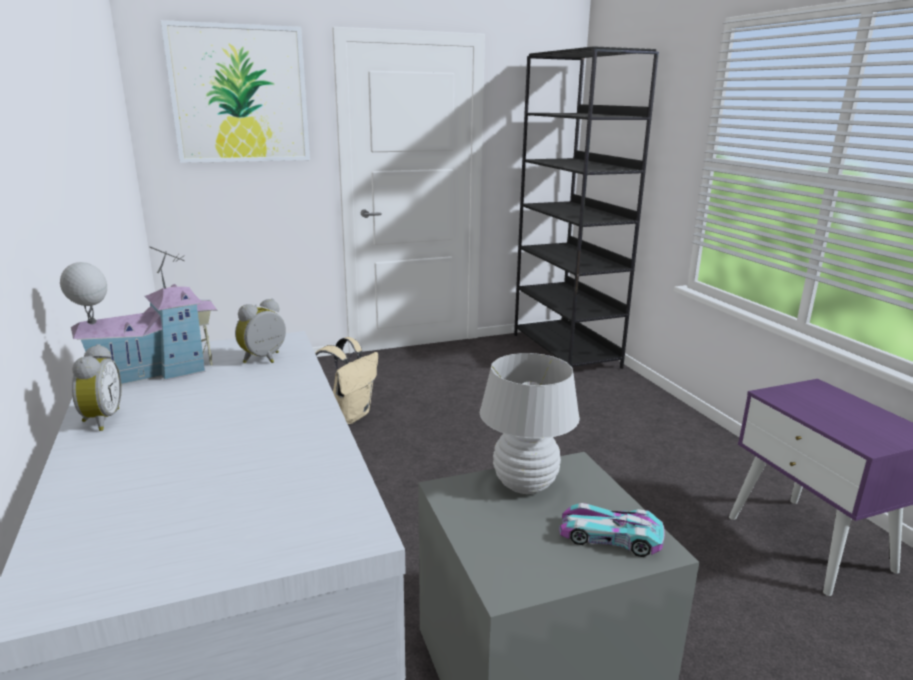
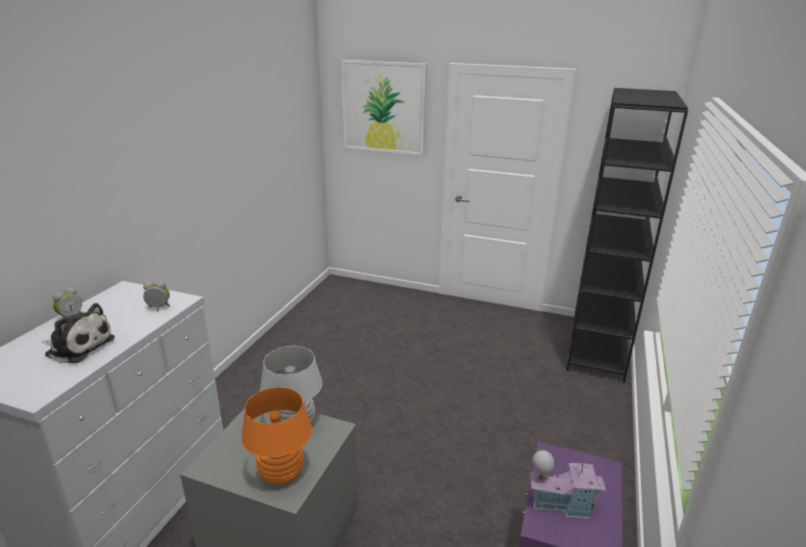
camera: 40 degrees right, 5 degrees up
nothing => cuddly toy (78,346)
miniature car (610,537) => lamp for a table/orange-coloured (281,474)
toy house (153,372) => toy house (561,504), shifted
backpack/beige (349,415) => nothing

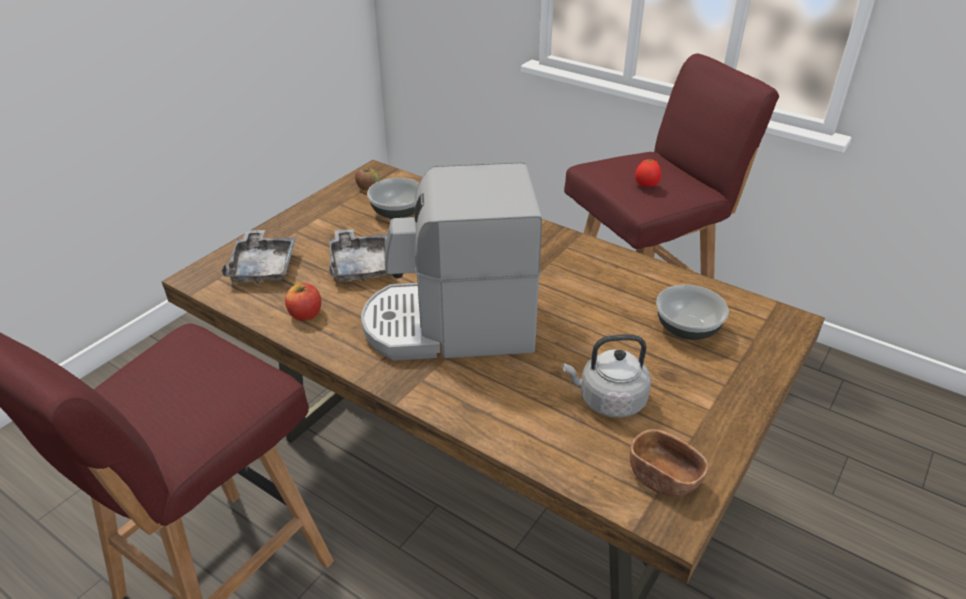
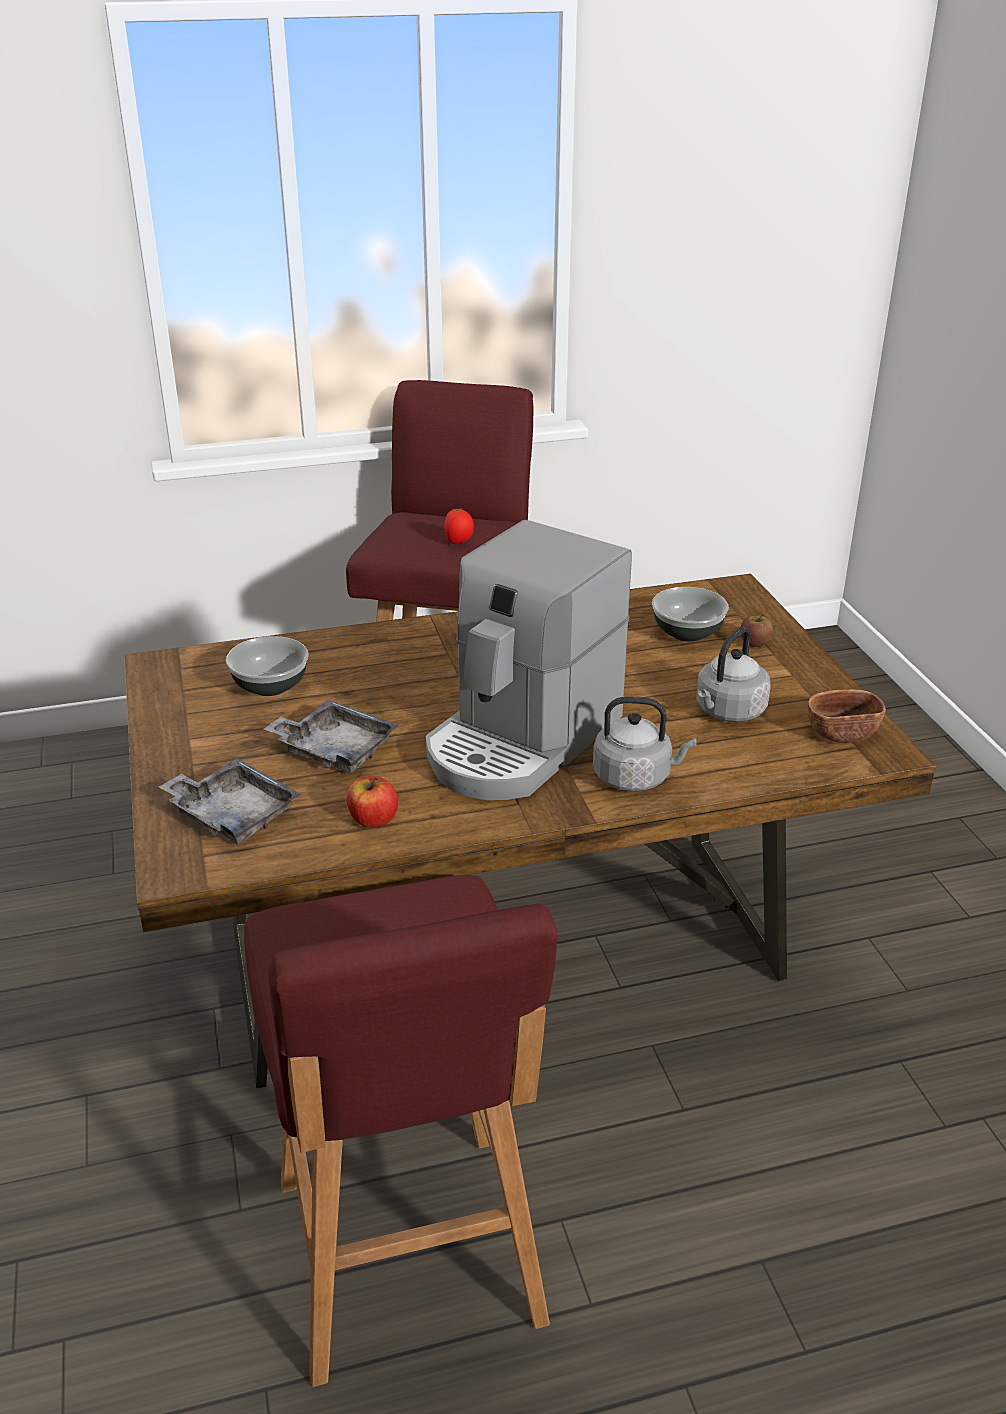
camera: 50 degrees left, 5 degrees down
nothing => water kettle/grey (636,777)
whole apple (368,187) => whole apple (754,643), shifted

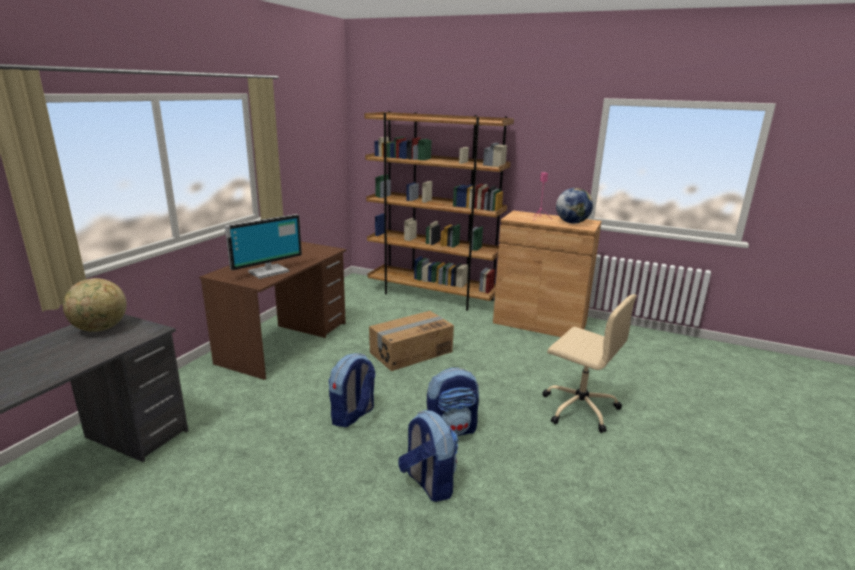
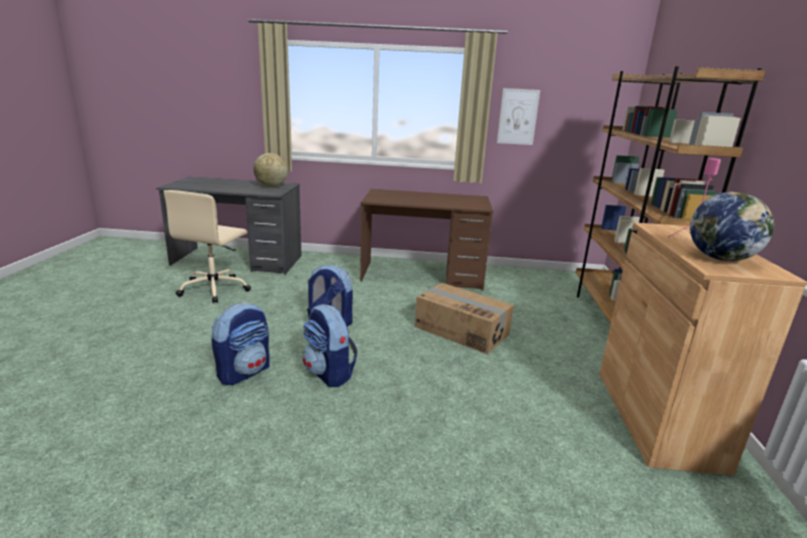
camera: 70 degrees right, 0 degrees up
office chair/beige (578,408) => office chair/beige (215,289), shifted
nothing => wall art (518,117)
computer display (268,271) => nothing

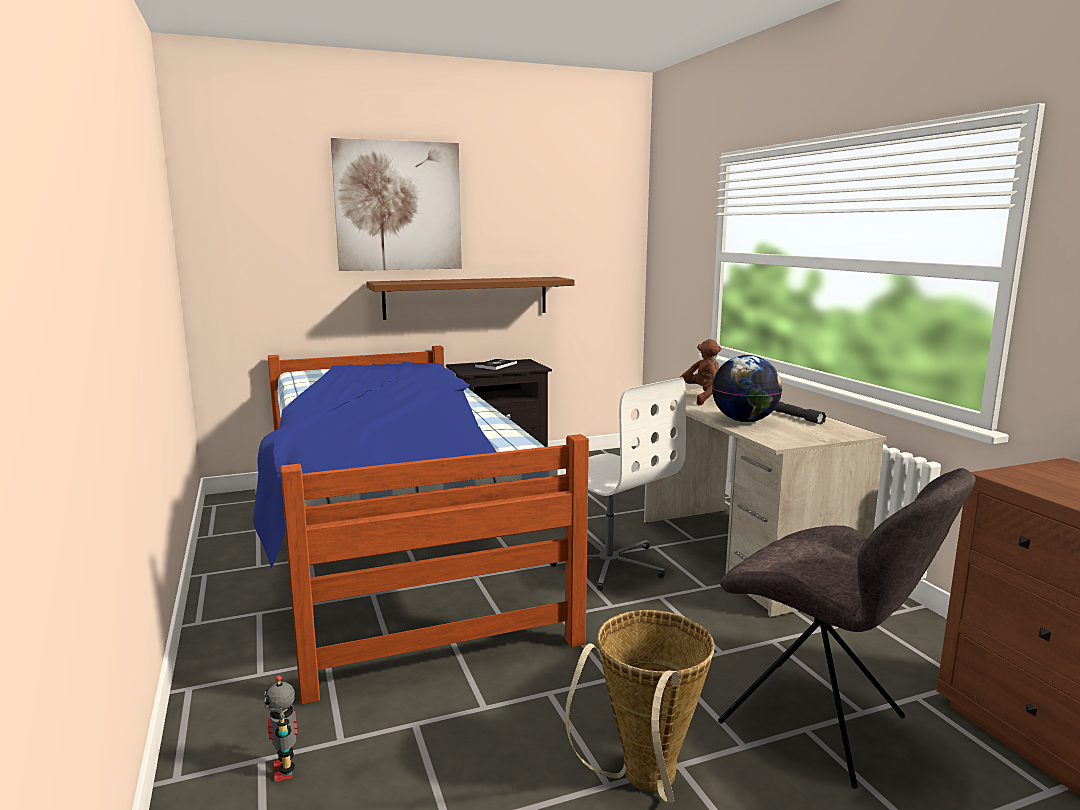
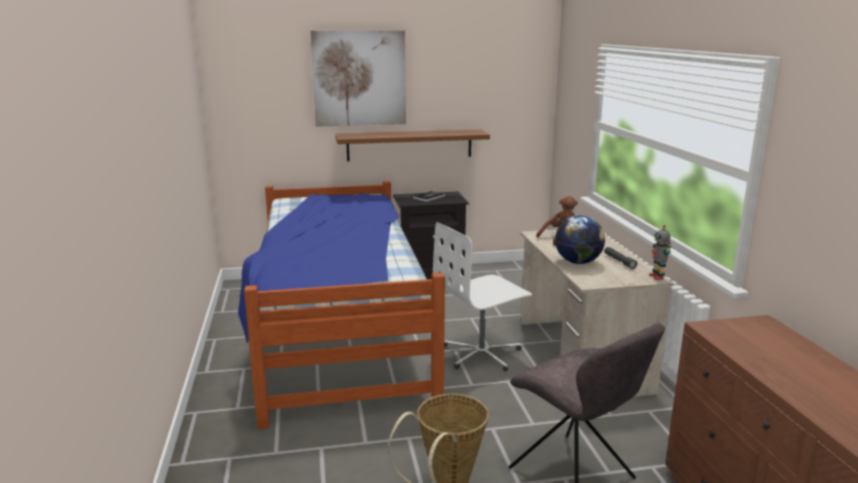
camera: 10 degrees right, 5 degrees up
office chair/white (609,563) => office chair/white (482,354), 90 degrees clockwise
model robot (286,770) => model robot (657,277), shifted

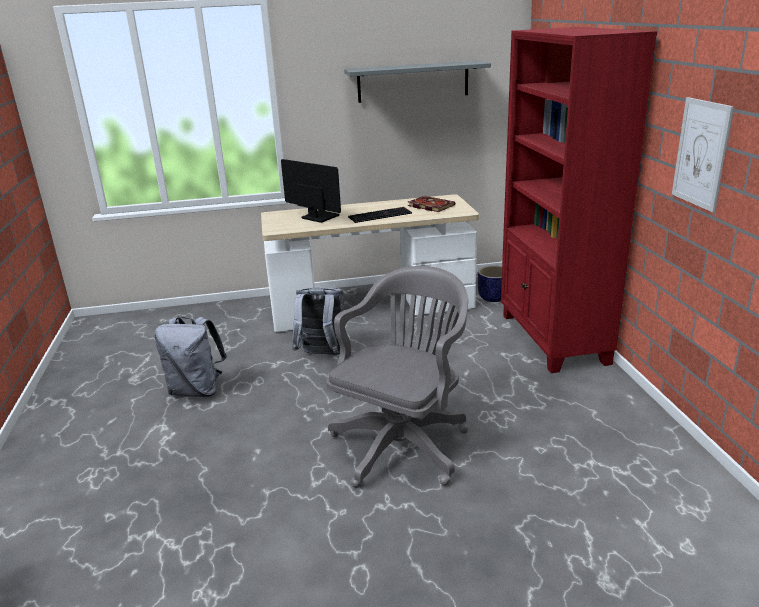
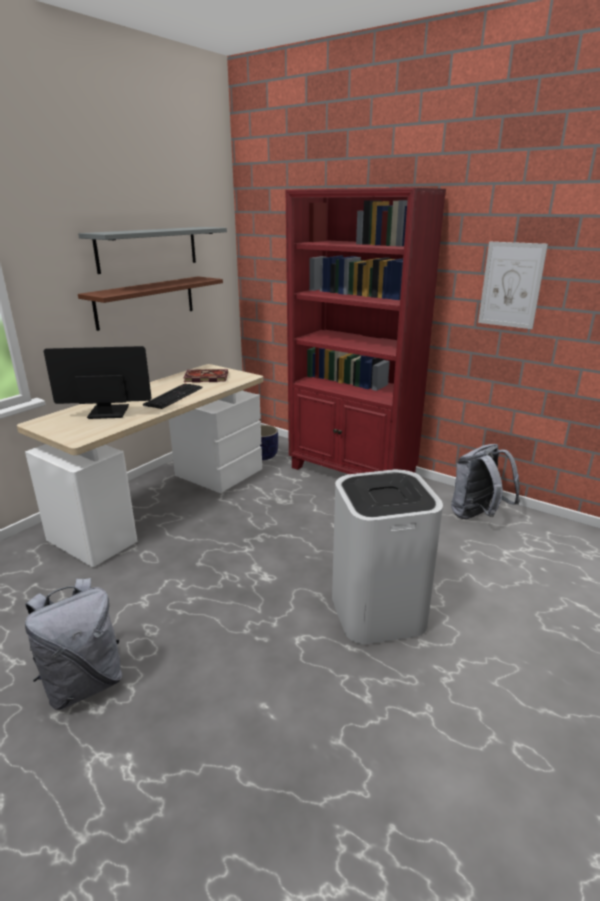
camera: 45 degrees left, 0 degrees up
nothing => shelf/brown (145,302)
office chair/grey (403,443) => trash can/white (378,611)
backpack/grey (322,355) => backpack/grey (477,516), shifted

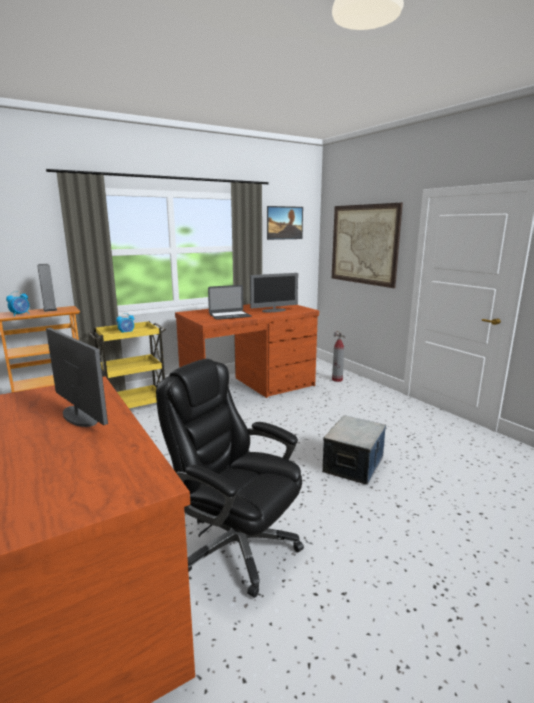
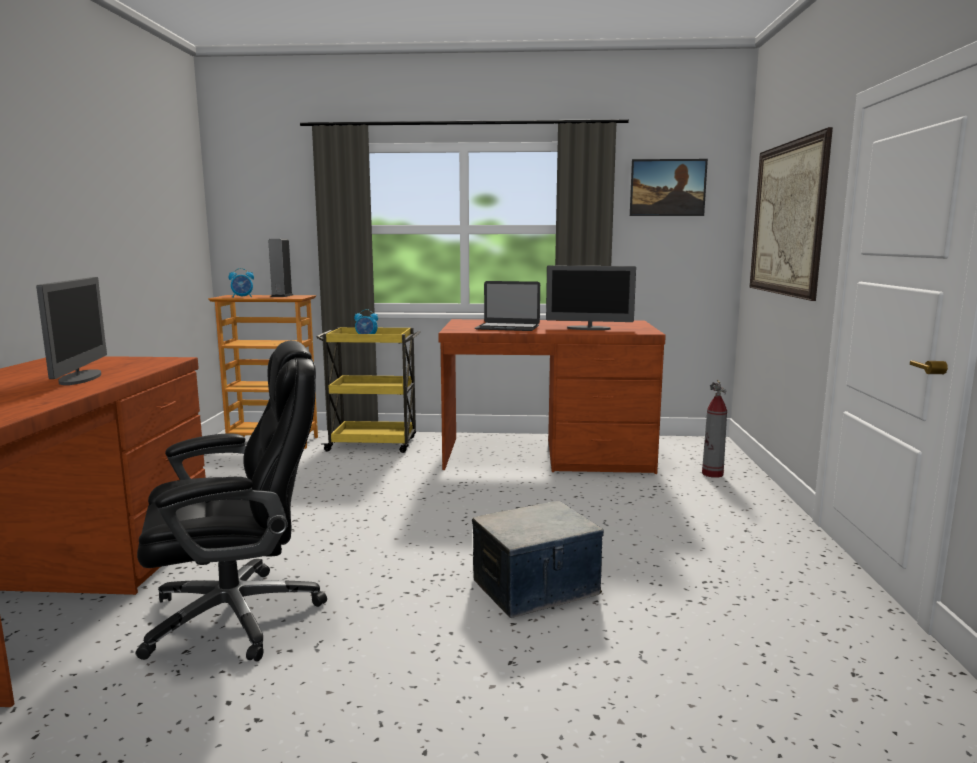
camera: 35 degrees right, 5 degrees down
office chair/blackish (237,545) => office chair/blackish (238,615), 90 degrees clockwise

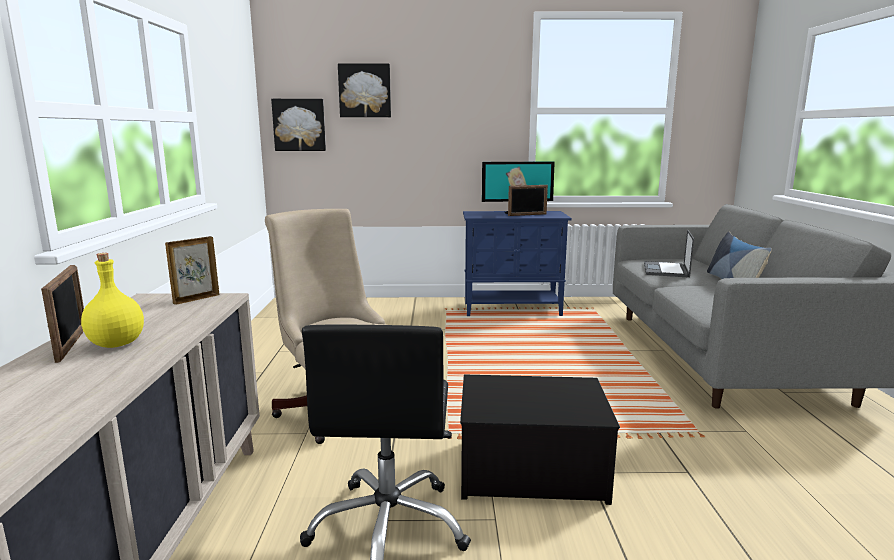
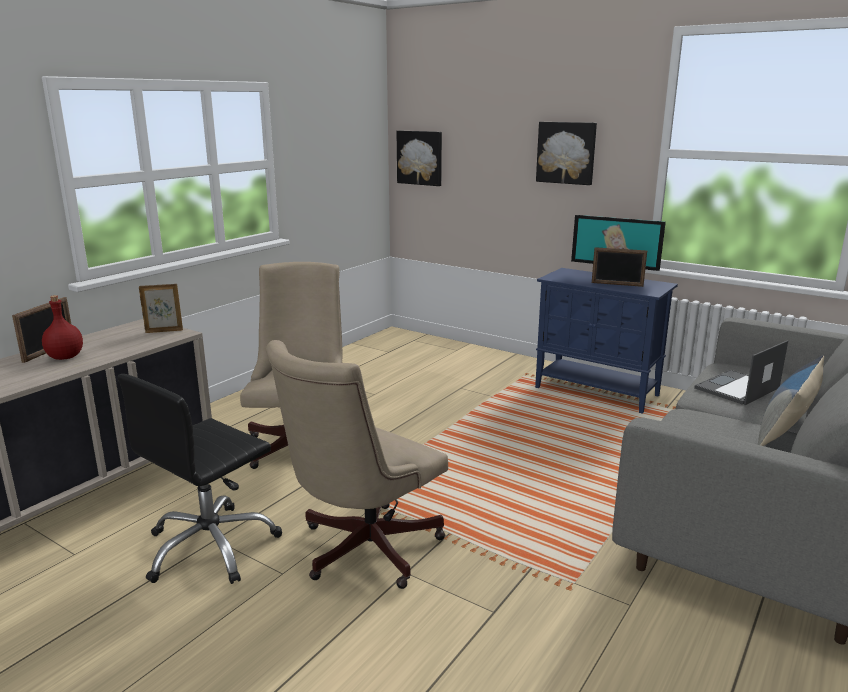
camera: 35 degrees right, 5 degrees up
bottle/yellow-coloured (115,344) => bottle/reddish (64,357)
storage box (530,471) => office chair/beige (362,551)
wall art (365,91) => wall art (566,152), shifted

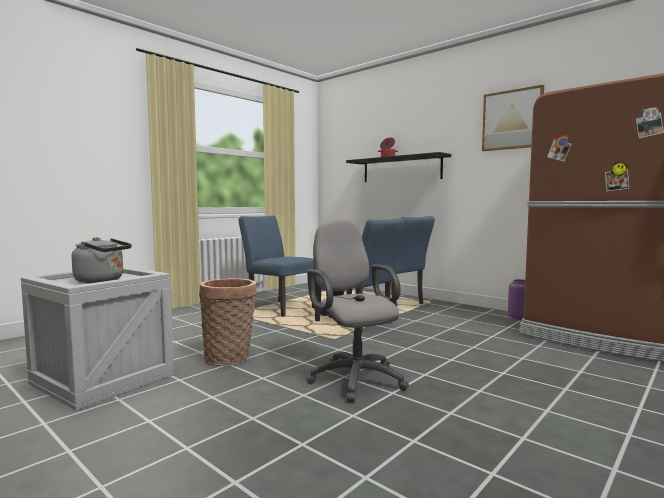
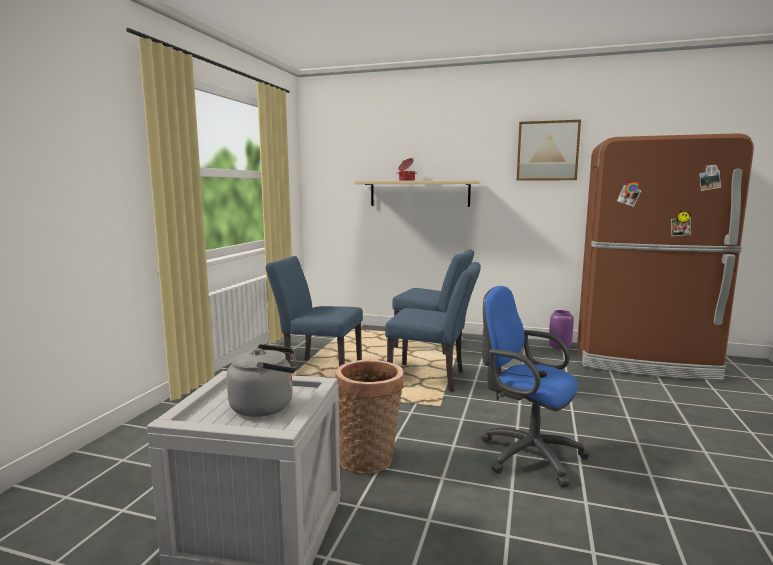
camera: 25 degrees left, 5 degrees up
shelf/blackish (401,169) => shelf/beige (419,193)
office chair/grey (354,378) => office chair/blue (525,454)

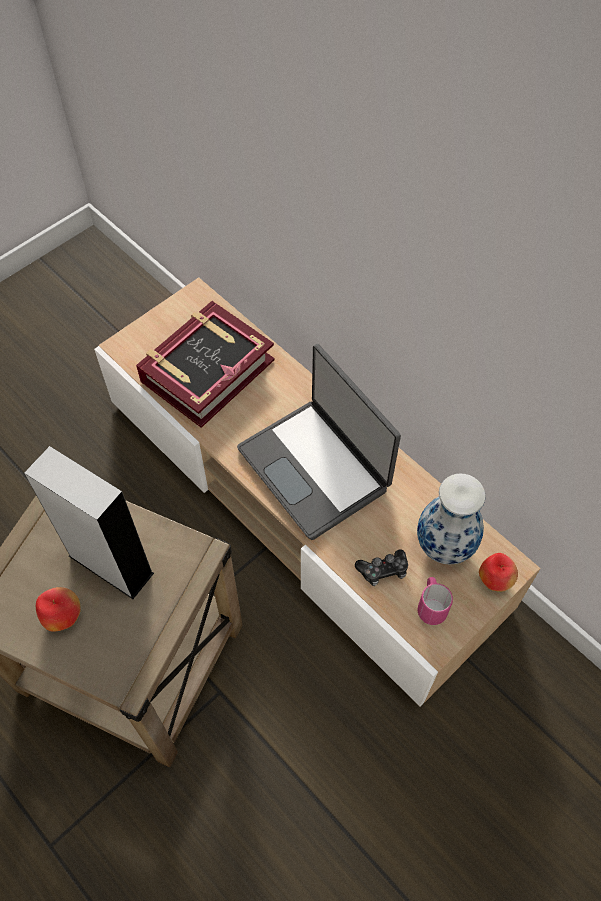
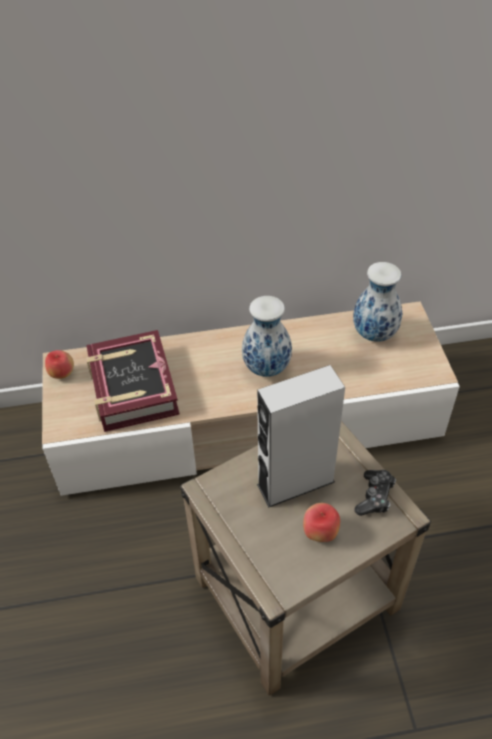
camera: 55 degrees left, 10 degrees down
whole apple (494,580) => whole apple (62,374), shifted
notebook computer (315,468) => flower vase (267,367)
gamepad (383,571) => gamepad (375,496), shifted
coffee mug/pink (431,606) => nothing

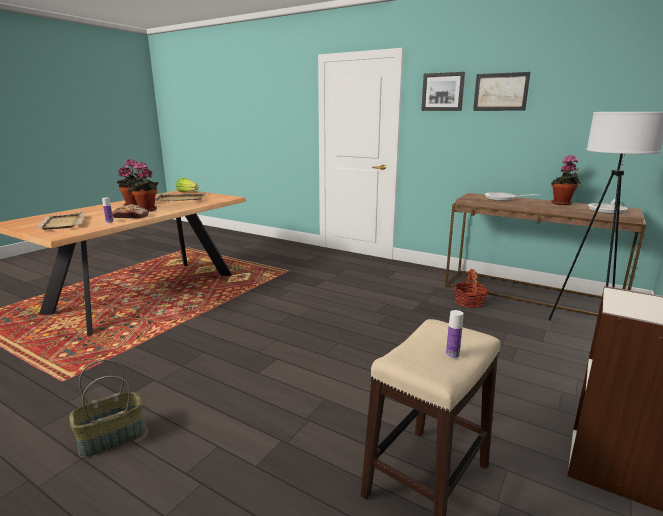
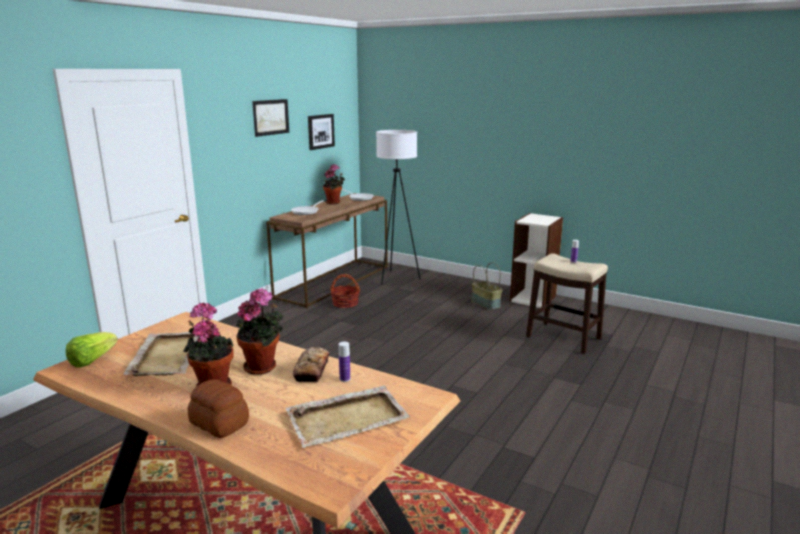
camera: 90 degrees left, 0 degrees up
nothing => baked bread (219,424)
wall art (443,92) => wall art (320,131), shifted
storage basket (111,439) => storage basket (486,303), shifted

